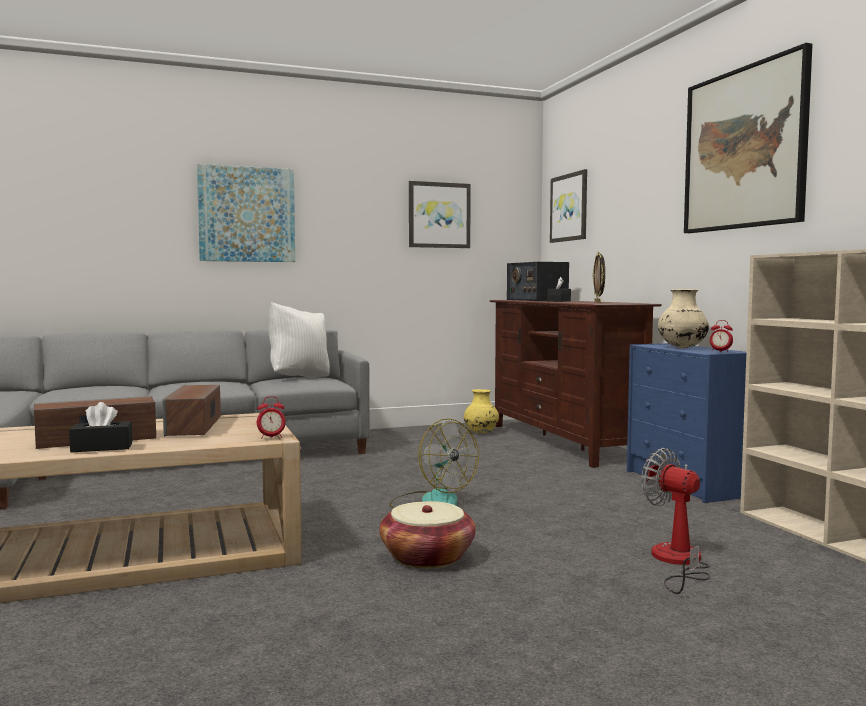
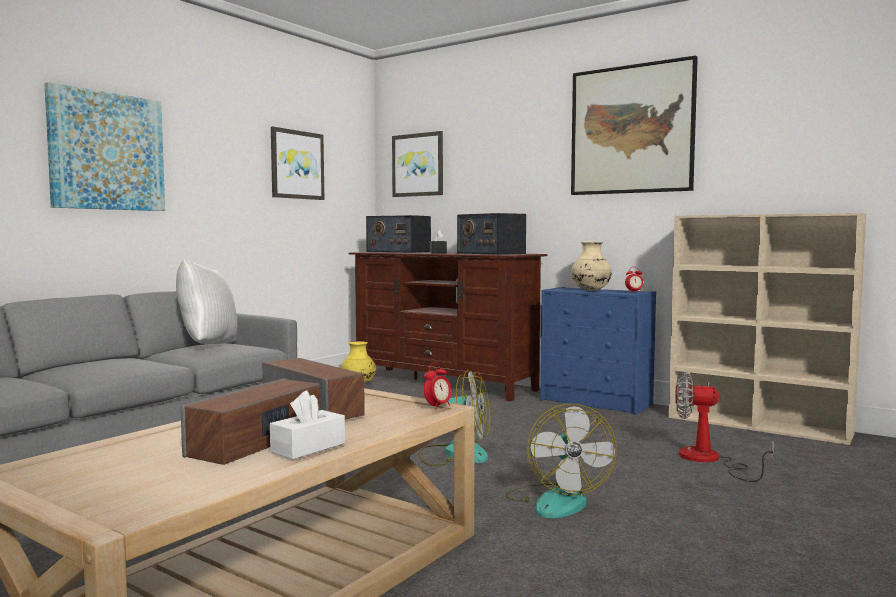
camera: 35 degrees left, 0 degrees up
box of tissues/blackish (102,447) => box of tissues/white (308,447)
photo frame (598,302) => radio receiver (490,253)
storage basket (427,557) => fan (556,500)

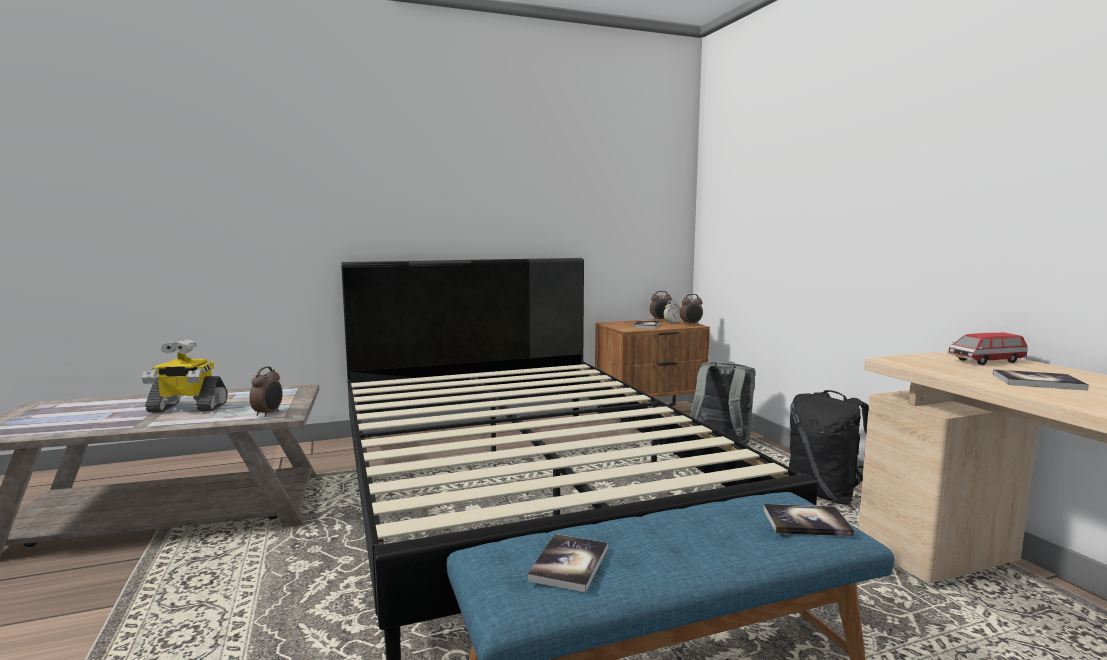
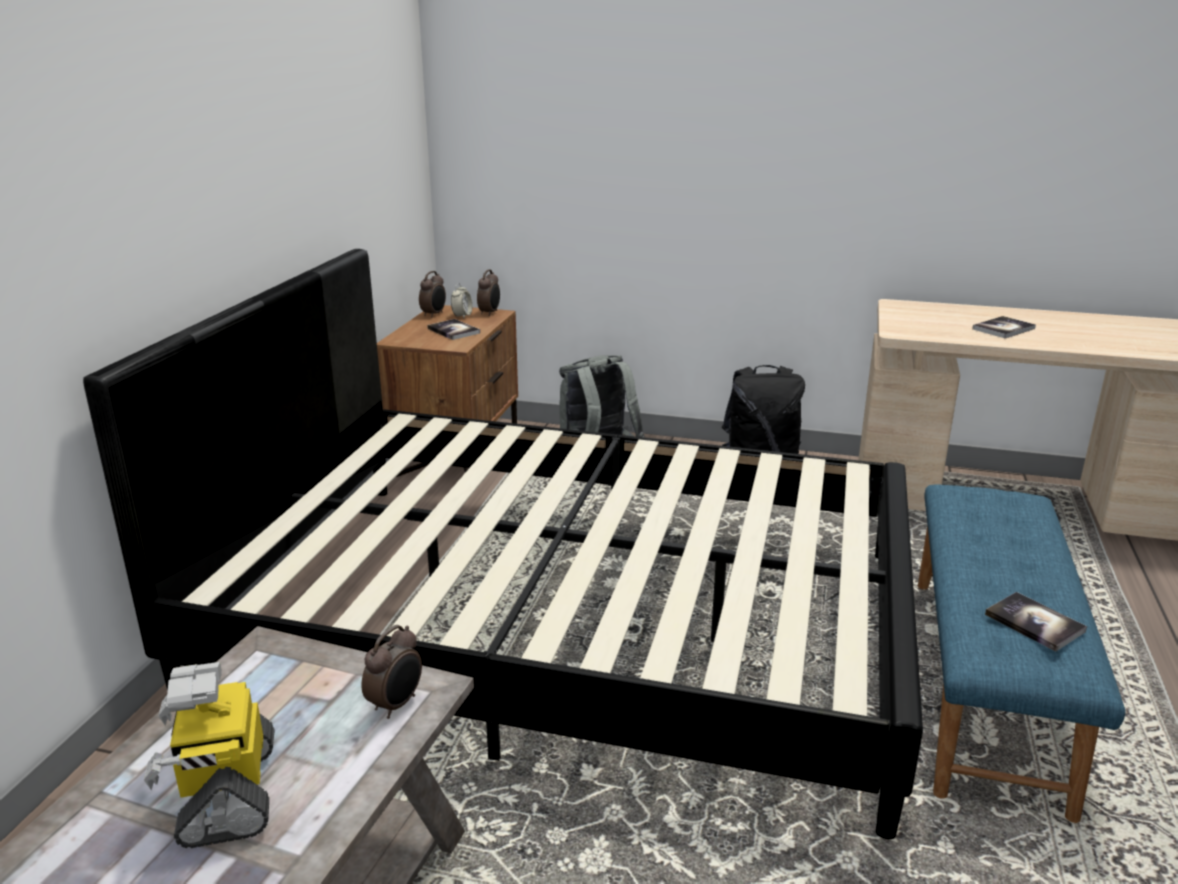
camera: 55 degrees left, 15 degrees up
model robot (187,408) => model robot (226,793), 135 degrees clockwise
table clock (268,414) => table clock (396,704), 75 degrees clockwise
bound book (806,522) => nothing
miniature car (986,361) => nothing

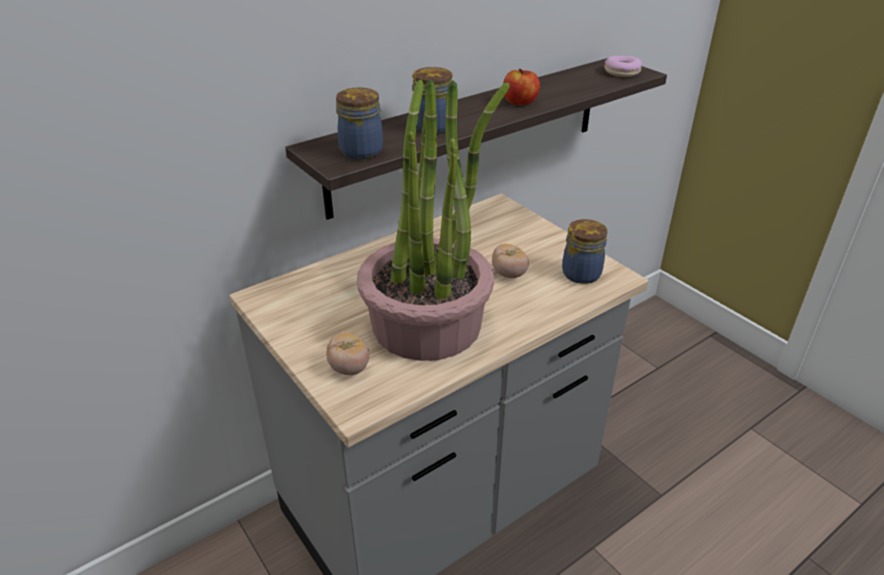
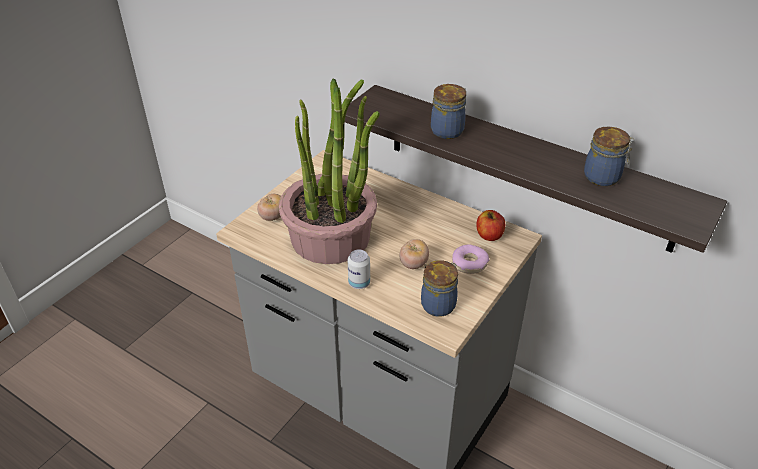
camera: 70 degrees right, 5 degrees up
nothing => can (359,283)
ring doughnut (622,72) => ring doughnut (469,263), shifted
whole apple (520,102) => whole apple (489,235), shifted
jar (362,150) => jar (603,177), shifted

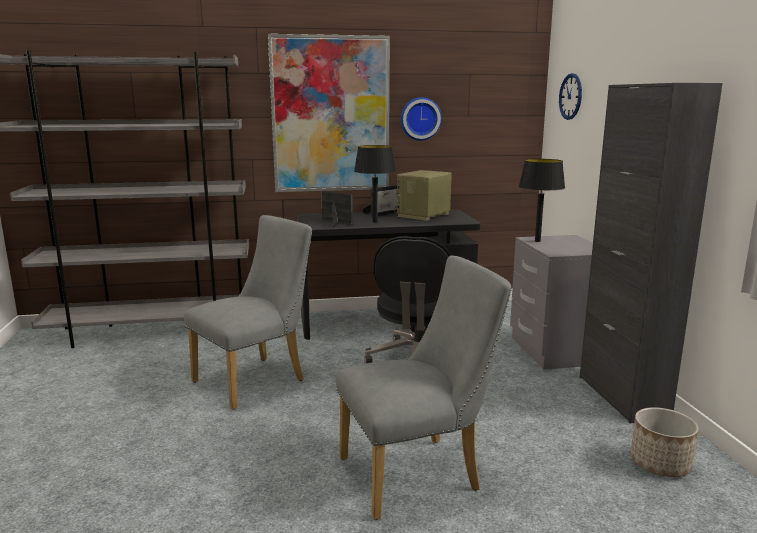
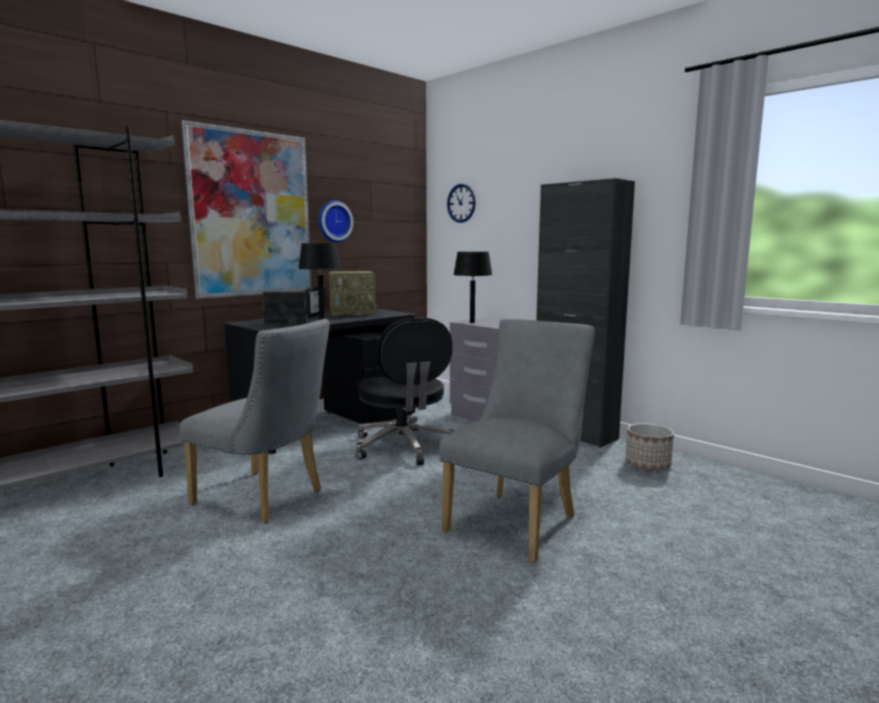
camera: 35 degrees left, 5 degrees down
upright chair/grey (256,379) => upright chair/grey (265,498), 105 degrees clockwise
radio receiver (423,215) => radio receiver (353,313), 105 degrees counterclockwise

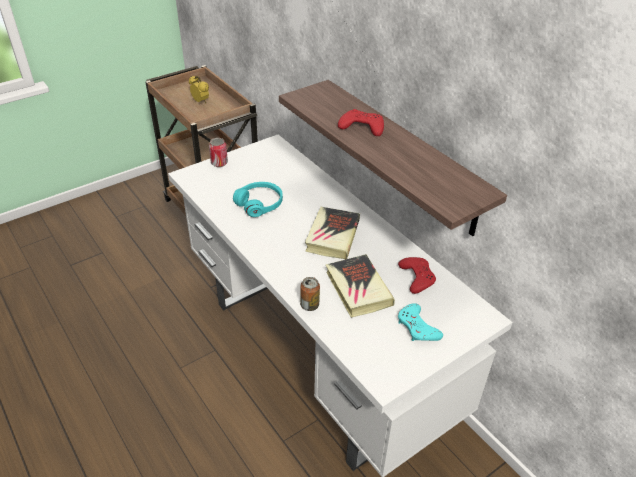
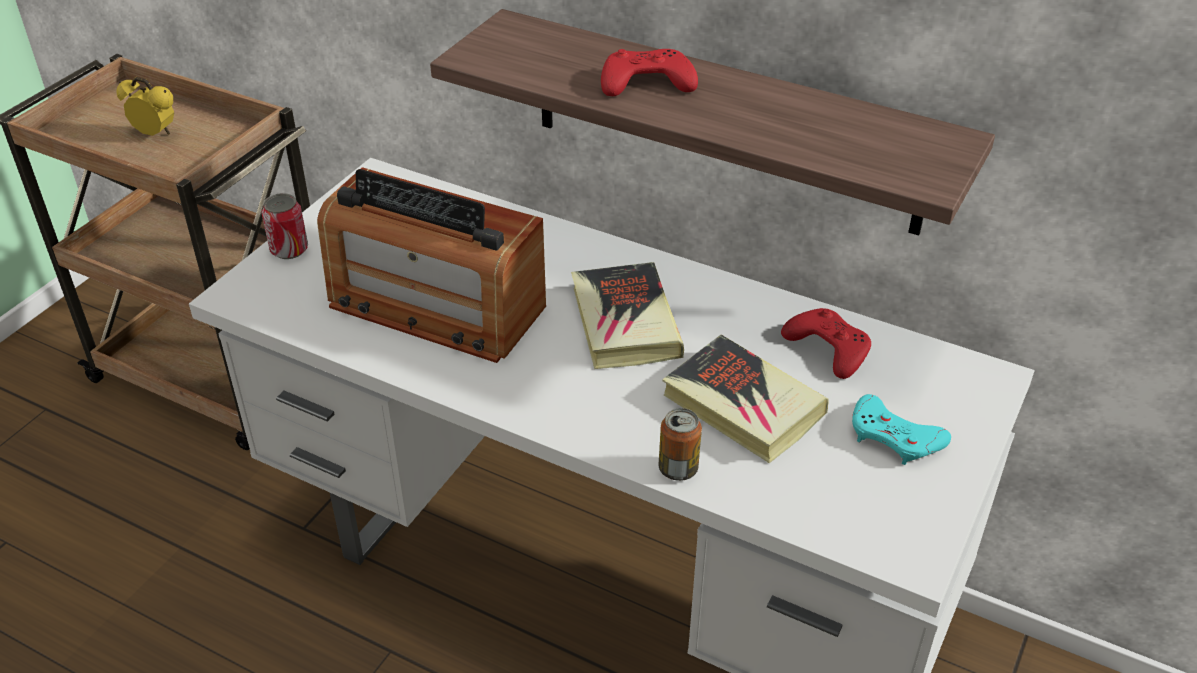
camera: 25 degrees left, 0 degrees up
pair of headphones/turquoise-coloured (259,204) => radio receiver (436,306)

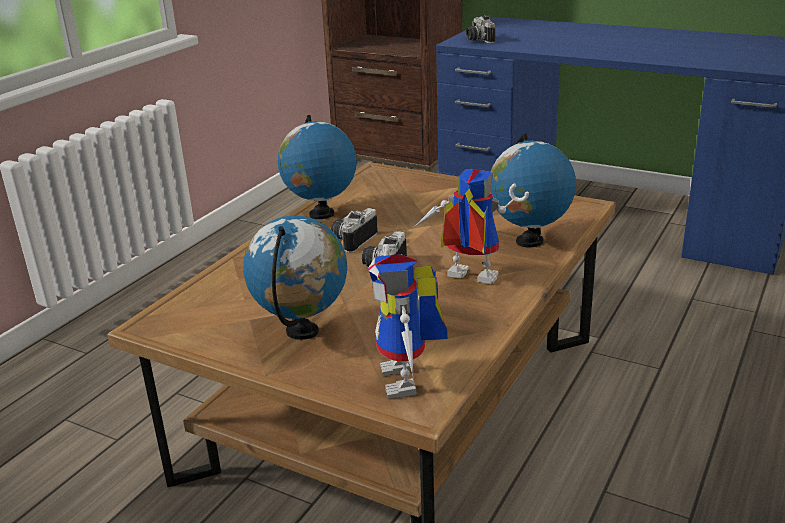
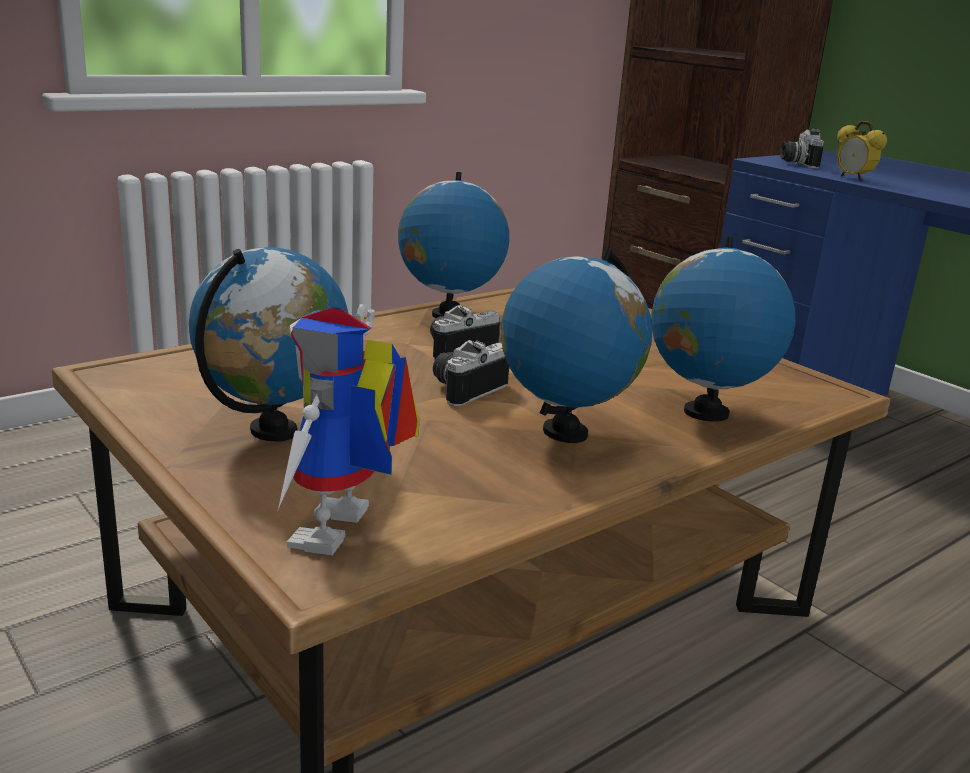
camera: 20 degrees right, 5 degrees down
model robot (466,279) => desk globe (564,432)
nothing => table clock (853,178)

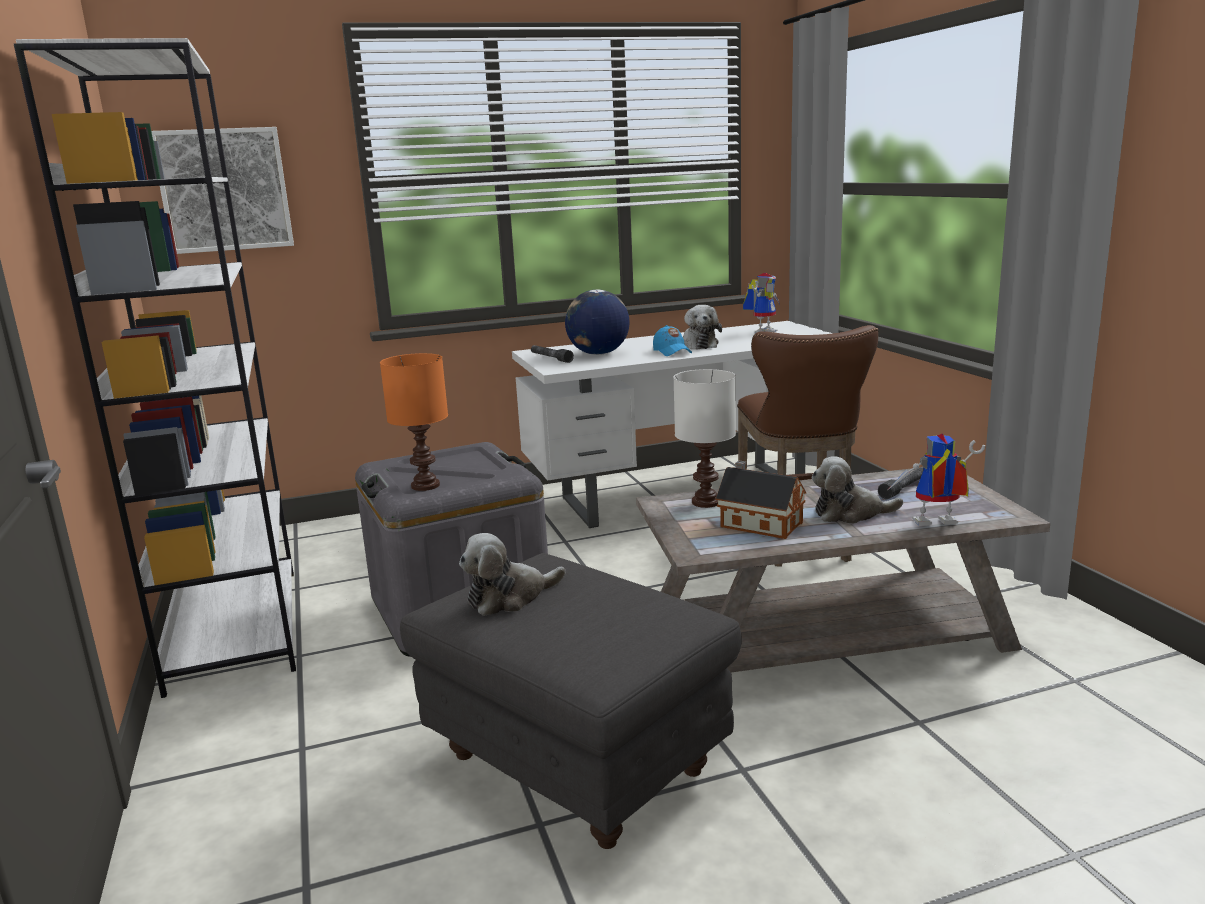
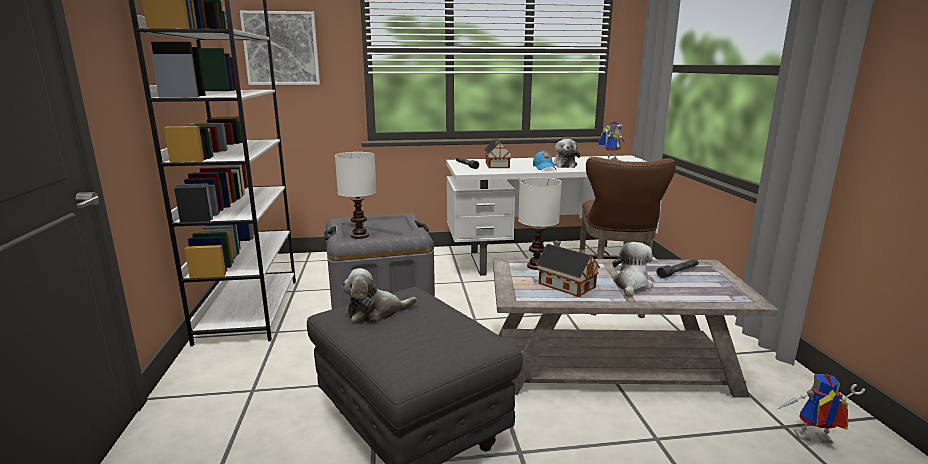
camera: 10 degrees right, 0 degrees up
lamp for a table/orange-coloured (425,485) => lamp for a table/white (360,235)
desk globe (598,354) => toy house (497,165)
cuddly toy (850,514) => cuddly toy (631,285), 105 degrees clockwise
model robot (933,525) => model robot (811,440), shifted

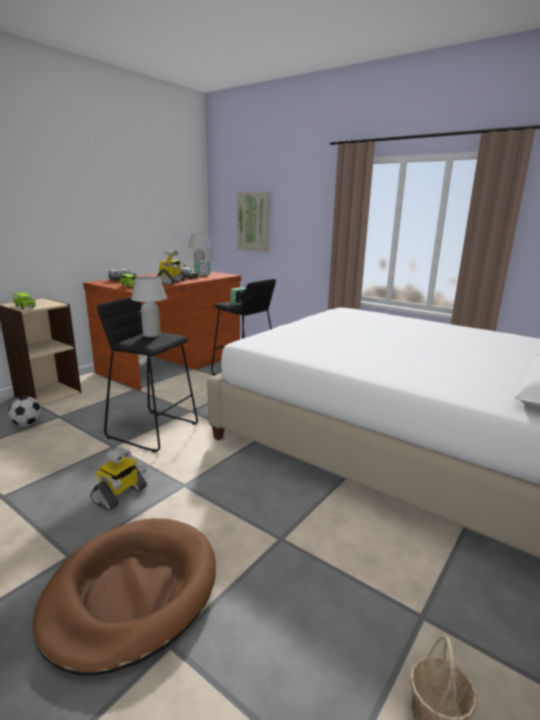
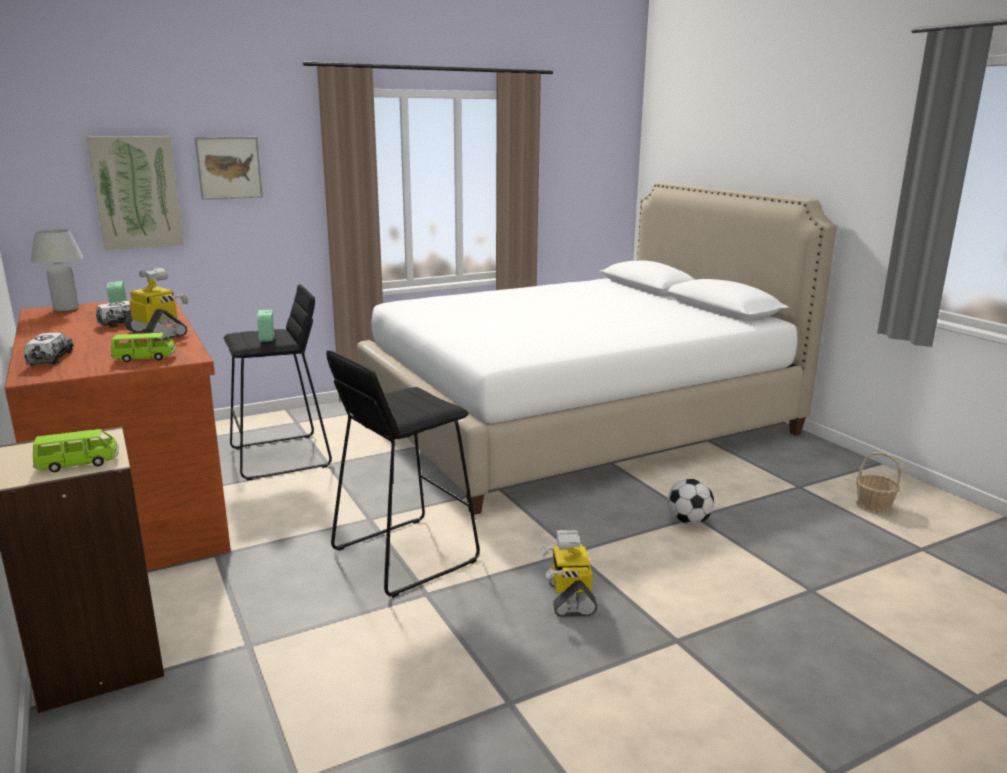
camera: 65 degrees left, 0 degrees up
nothing => wall art (229,168)
model robot (120,495) => model robot (569,597), 150 degrees counterclockwise
ball for football (27,424) => ball for football (688,521), shifted
pet bed/brown (131,593) => nothing
lamp for a table/white (151,335) => nothing

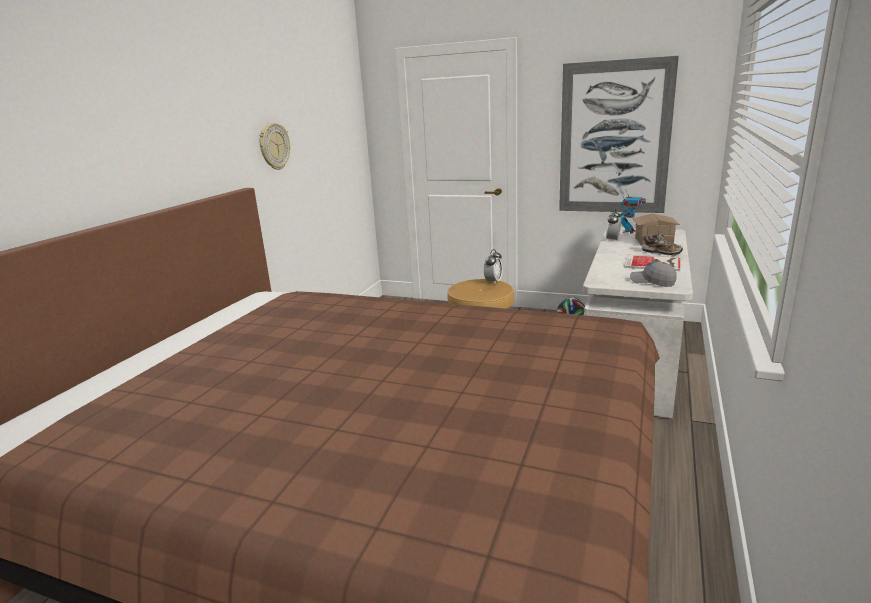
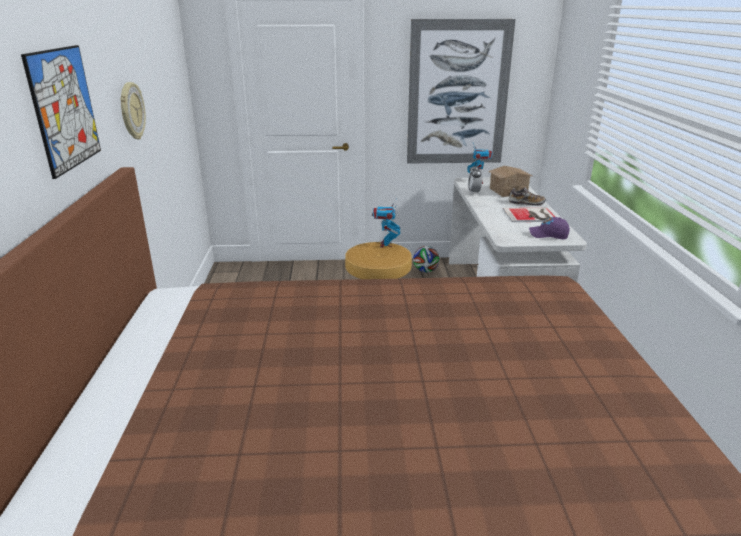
camera: 25 degrees left, 5 degrees up
nothing => wall art (64,109)
table clock (493,282) => model robot (385,245)
cap/grey (652,282) => cap/purple-coloured (548,235)

